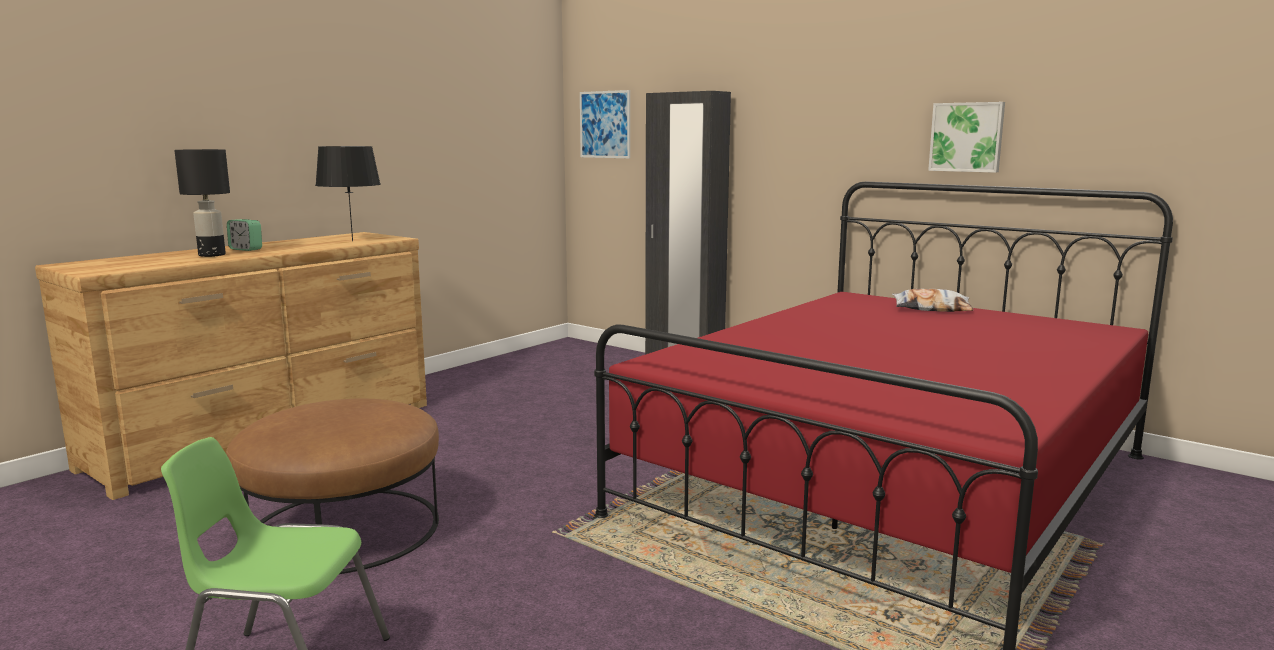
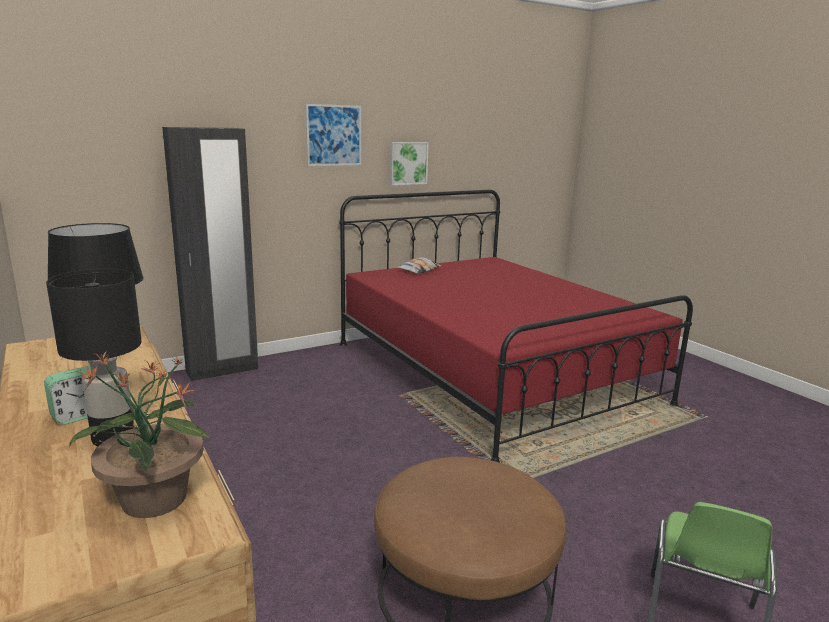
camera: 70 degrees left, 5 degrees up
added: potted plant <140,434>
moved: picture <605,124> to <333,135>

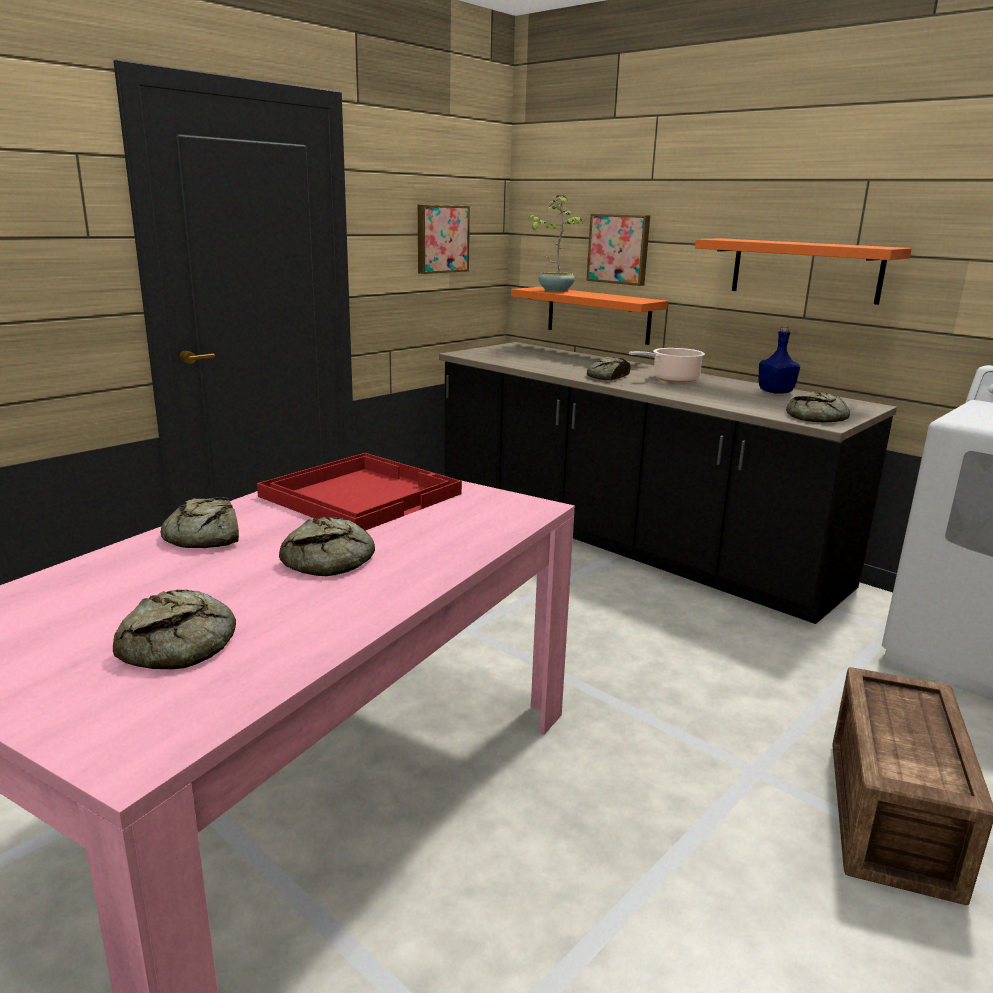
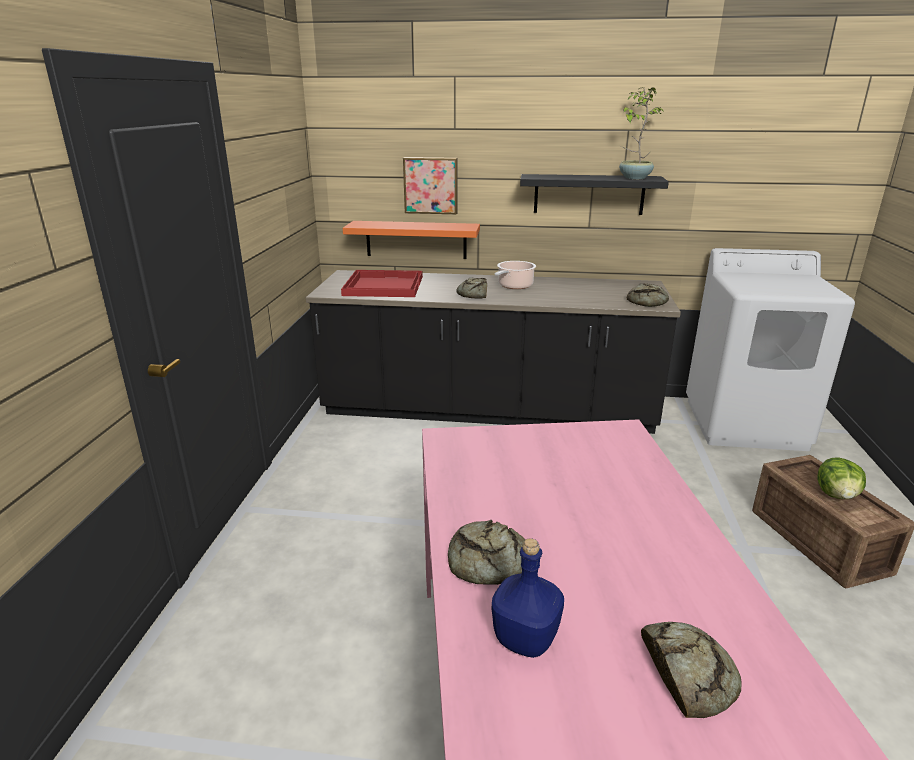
camera: 35 degrees left, 5 degrees up
removed: picture <444,239>; bread <327,546>
added: lettuce <841,478>
moved: potted plant <554,243> to <641,133>; bottle in blue <779,360> to <528,598>; tray in red <359,492> to <382,283>
recoloured: shelf in orange <803,271> to shelf in black <594,194>

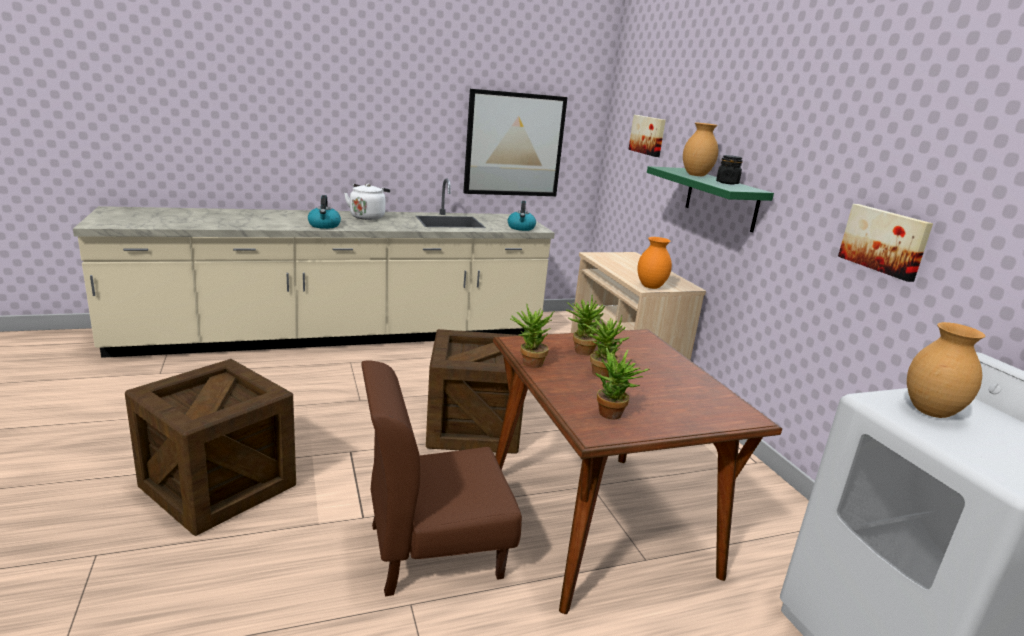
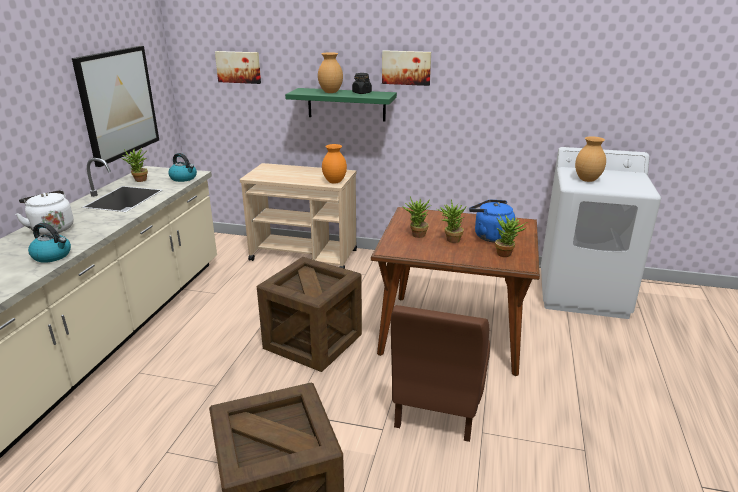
camera: 55 degrees left, 5 degrees up
added: kettle in blue <492,221>
moved: picture <885,243> to <406,68>; potted plant <532,335> to <134,164>

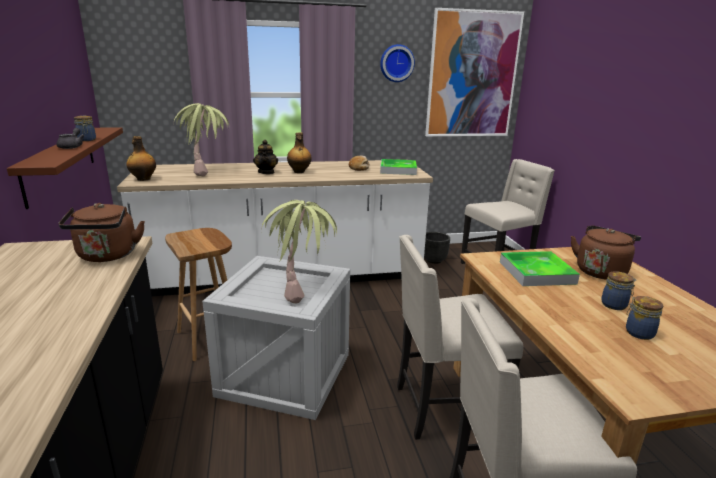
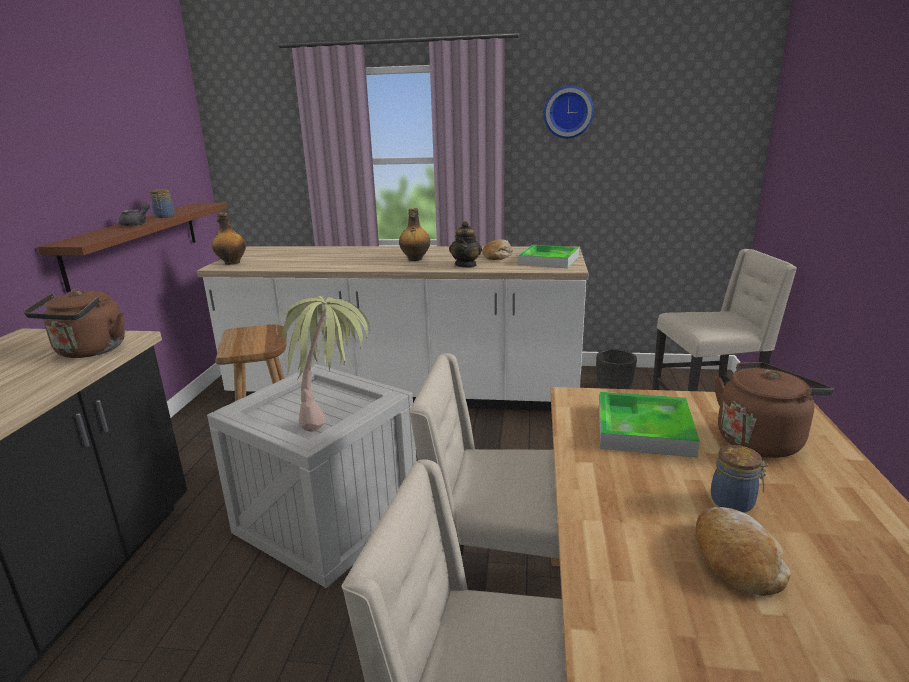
camera: 20 degrees right, 0 degrees up
removed: picture <474,72>; potted plant <201,139>
moved: teapot <265,157> to <465,244>
replaced: jar <644,318> to bread <743,551>

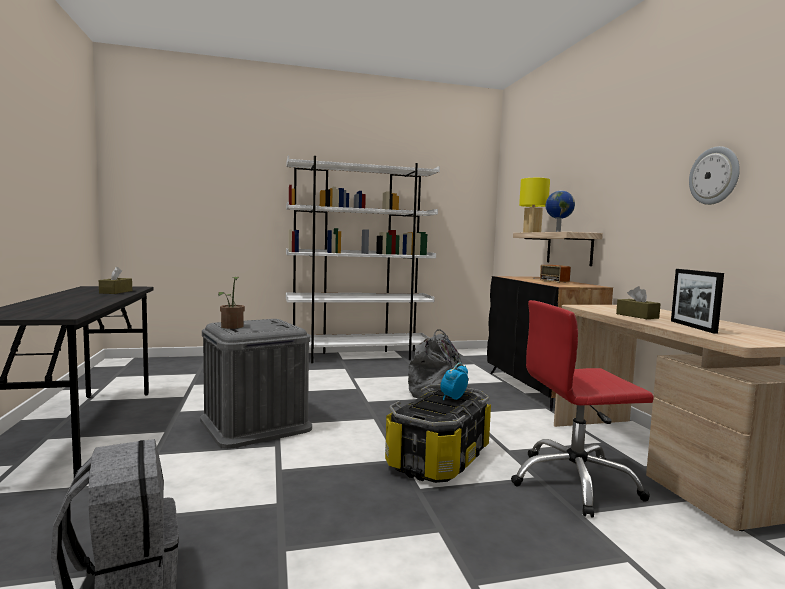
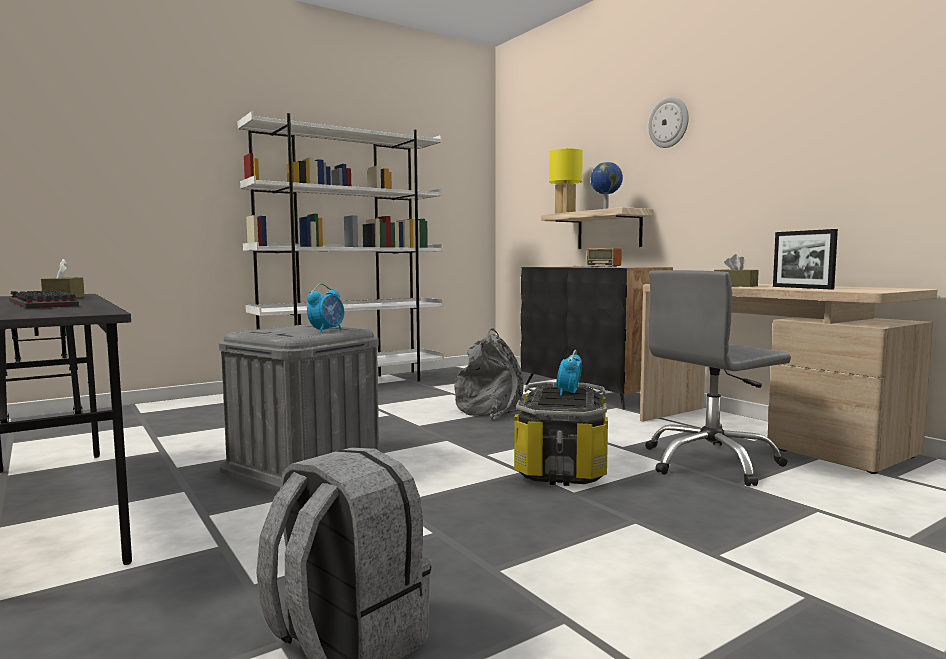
camera: 20 degrees left, 0 degrees up
removed: potted plant <231,303>
added: alarm clock <325,308>; keyboard <44,299>
moved: wall clock <714,175> to <669,122>
recoloured: office chair in red <582,408> to office chair in grey <718,378>

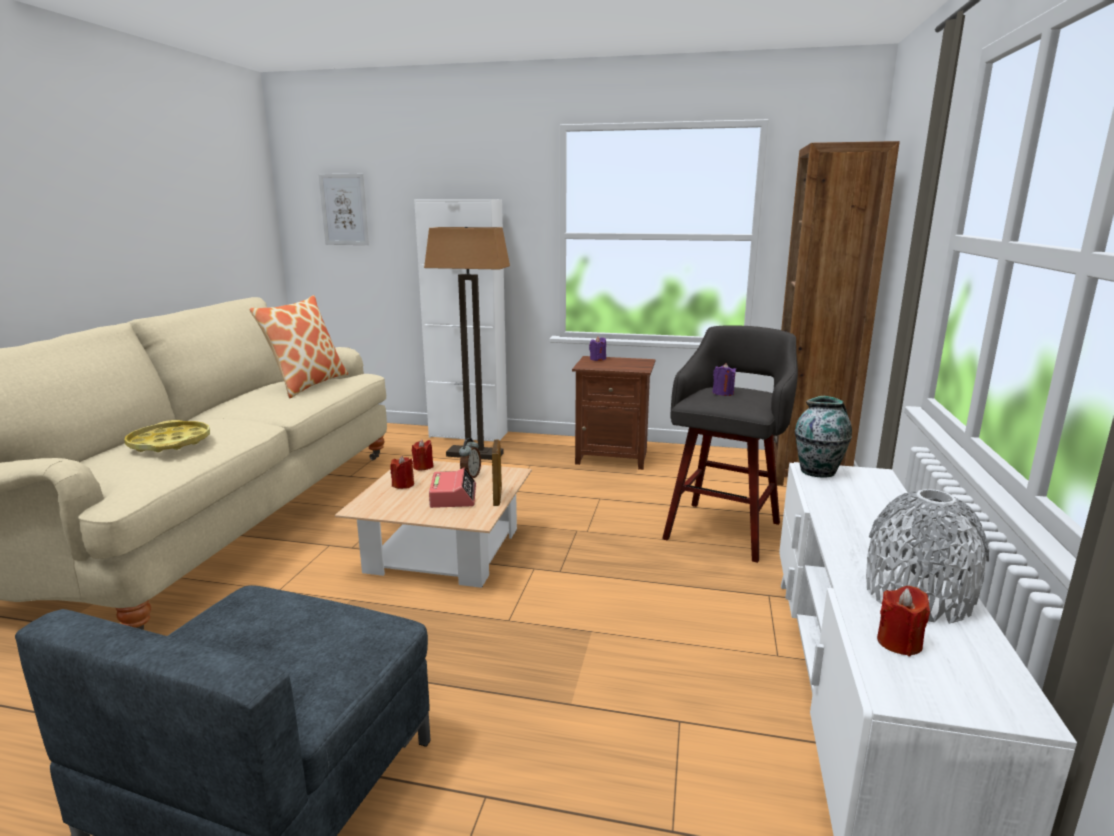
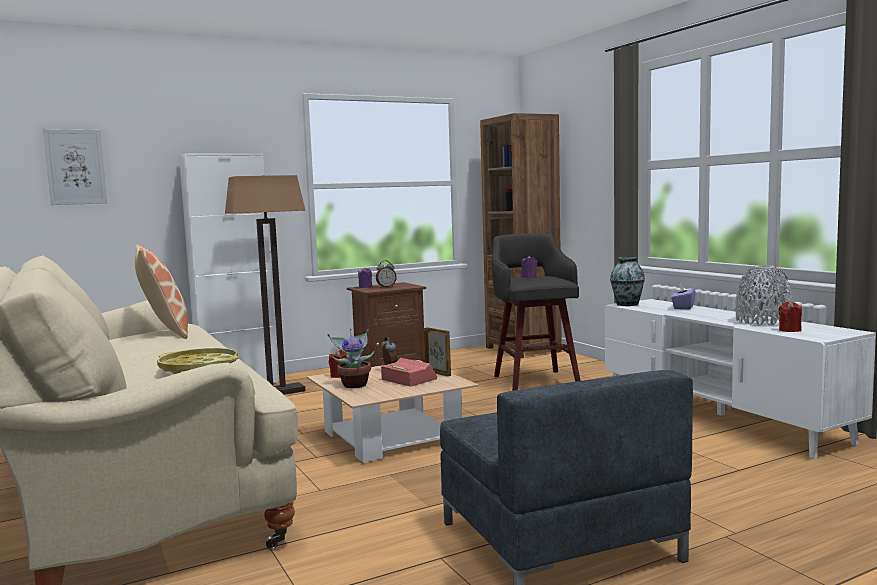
camera: 40 degrees left, 10 degrees down
added: alarm clock <386,274>; tissue box in purple <683,295>
replaced: candle in red <402,472> to potted plant <351,358>

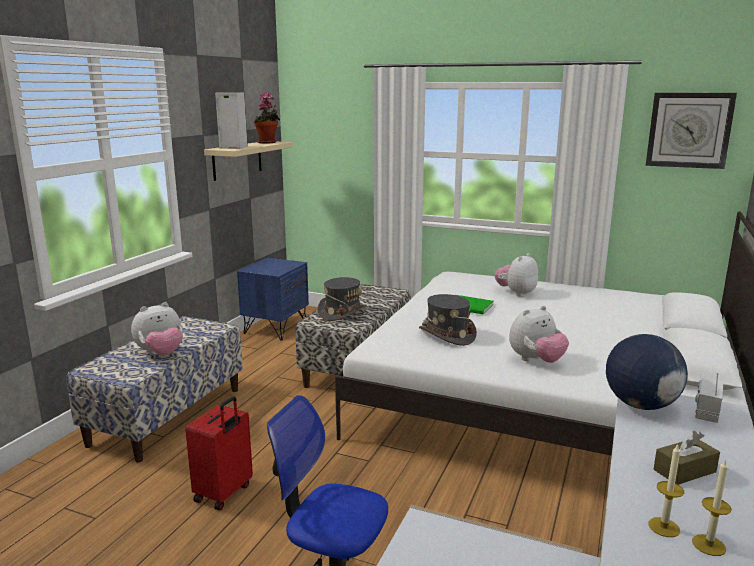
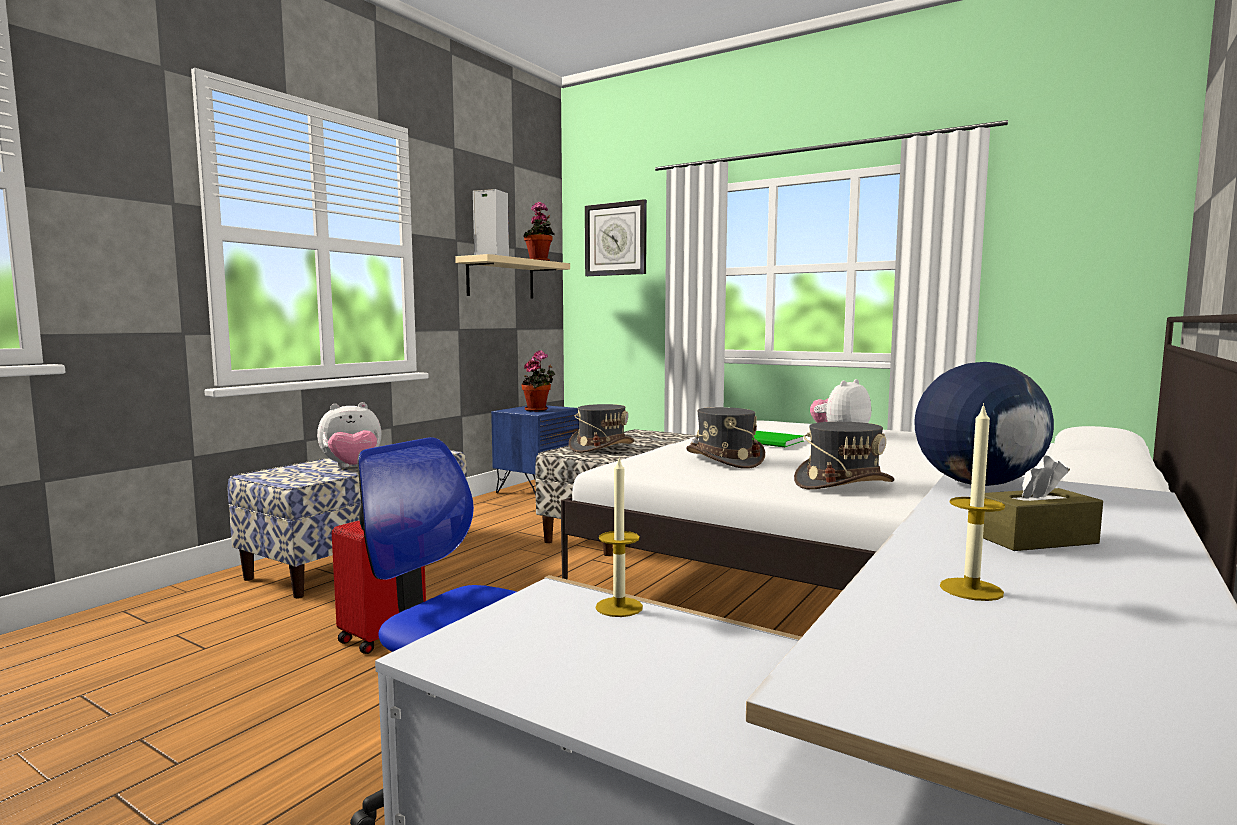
camera: 10 degrees right, 10 degrees down
removed: radio <709,398>
added: potted plant <538,381>
moved: wall clock <691,130> to <616,237>; candle <712,507> to <619,536>
replaced: plush toy <539,334> to hat in grey <844,455>

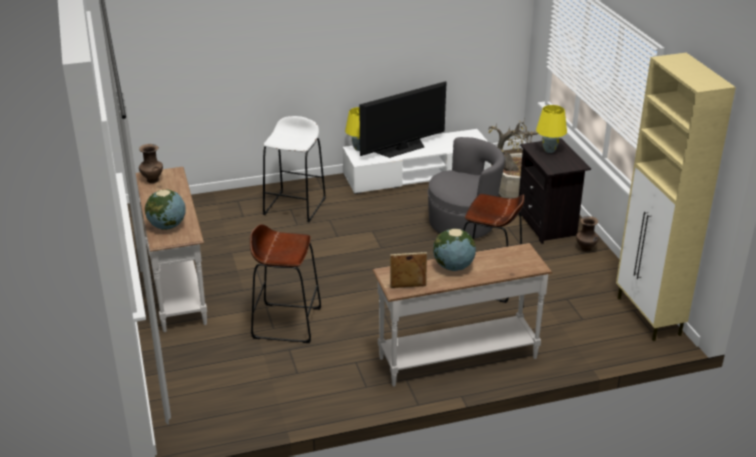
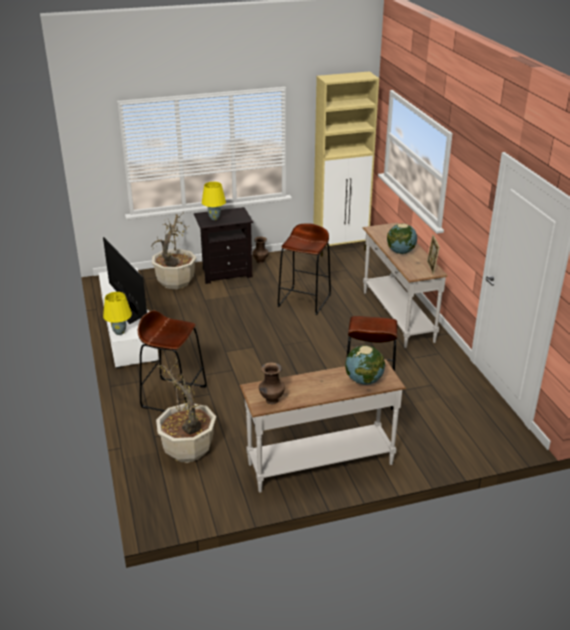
camera: 90 degrees left, 0 degrees up
removed: armchair in grey <466,188>
added: potted plant <186,409>
recoloured: stool in white <294,169> to stool in brown <172,361>

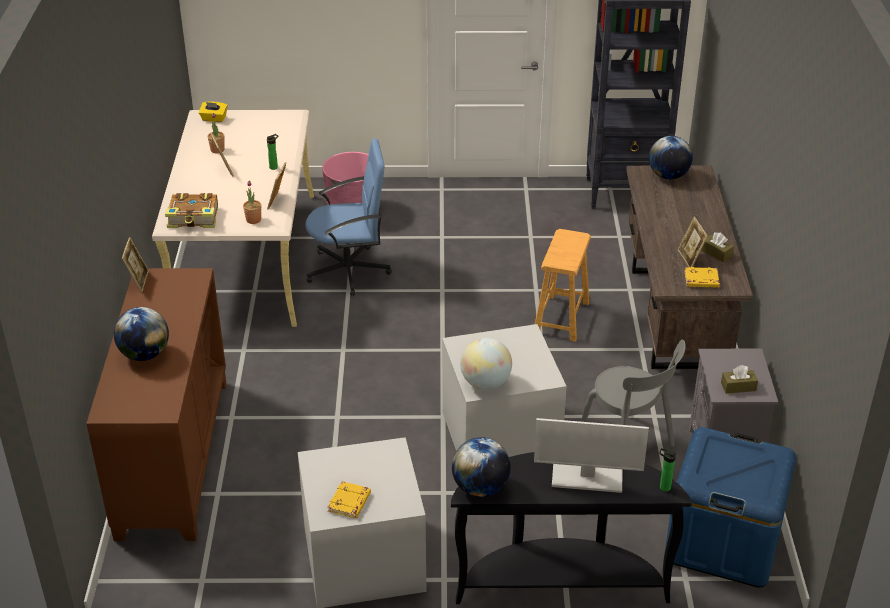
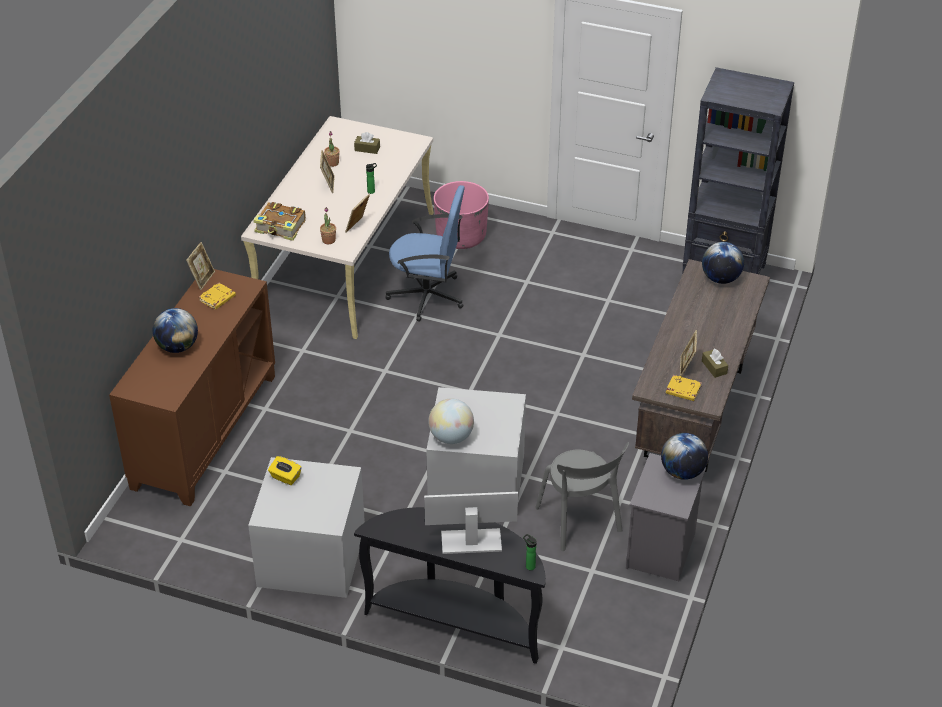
camera: 20 degrees right, 5 degrees up
removed: stool in brown <563,285>; storage box in blue <730,507>
moved: tissue box in yellow <213,111> to <285,470>; tissue box in brown <739,379> to <367,143>; globe <481,467> to <684,456>; book in yellow <349,499> to <217,296>
turned: monitor <591,455> = <471,523> 150 degrees clockwise

